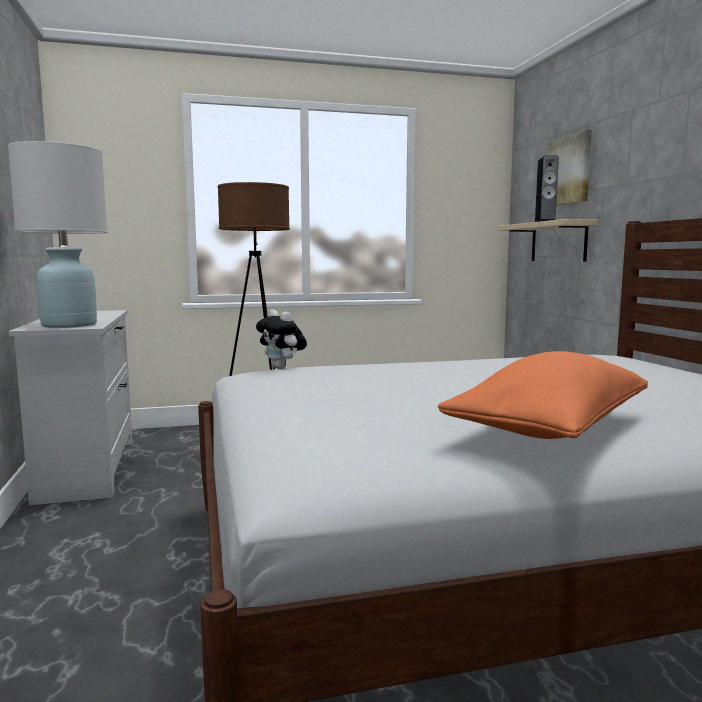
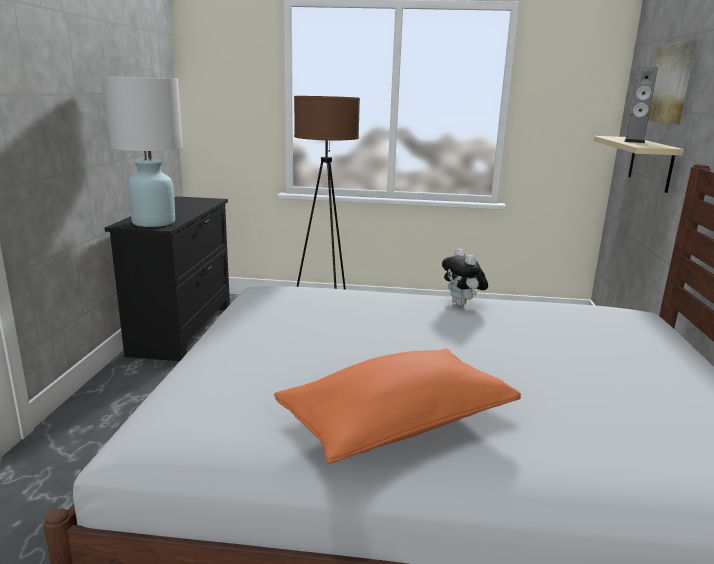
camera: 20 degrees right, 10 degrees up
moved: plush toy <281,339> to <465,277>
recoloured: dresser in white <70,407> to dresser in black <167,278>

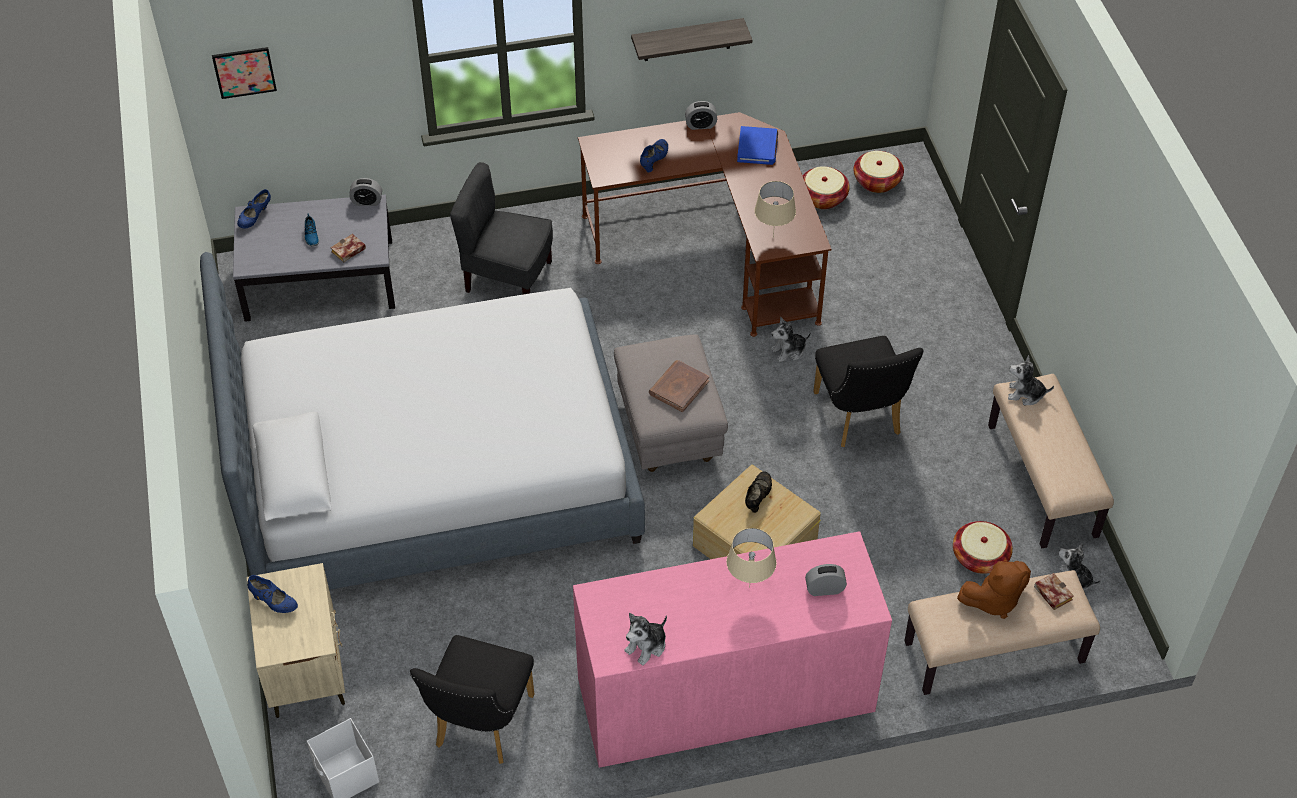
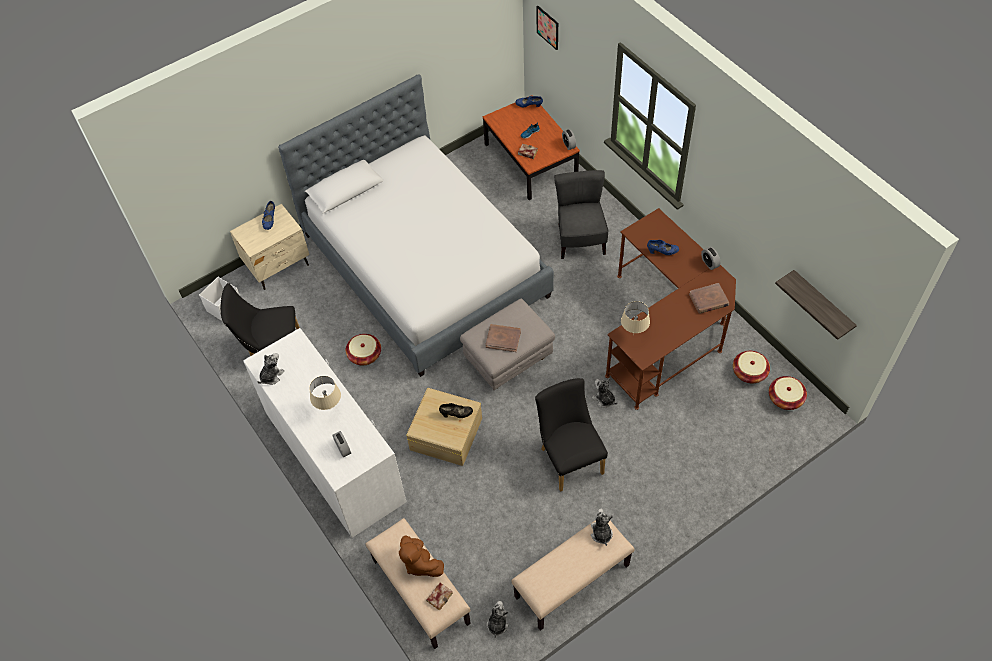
camera: 70 degrees right, 5 degrees up
moved: shelf <691,39> to <816,305>; basket <983,547> to <363,349>
recoloured: book in blue <757,145> to book in brown <709,298>; coffee table in grey <314,258> to coffee table in brown <531,147>; dresser in pink <732,649> to dresser in white <325,433>
turned: chair in black <868,391> = <571,435> 105 degrees clockwise; plush toy <645,639> = <271,369> 105 degrees clockwise

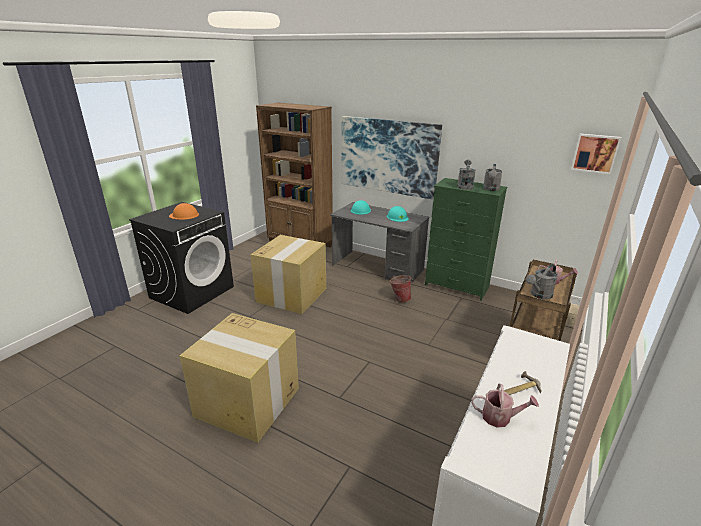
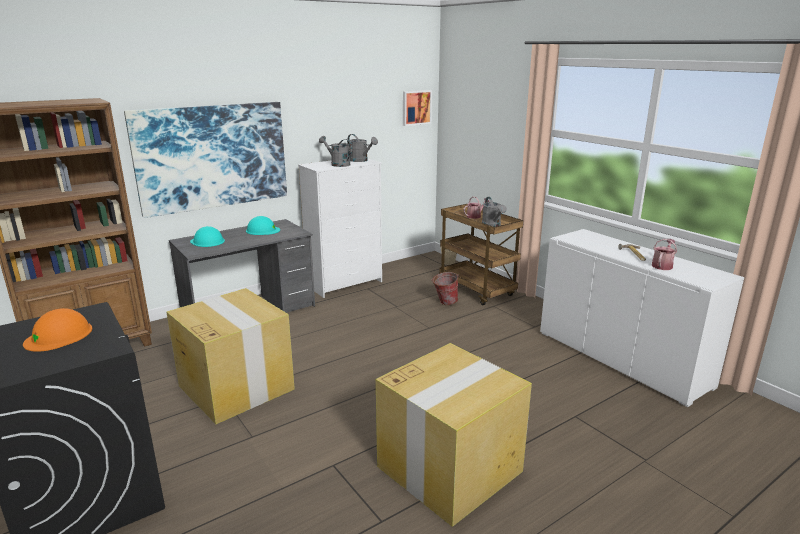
camera: 65 degrees left, 5 degrees down
moved: bucket <401,288> to <445,288>
recoloured: dresser in green <466,239> to dresser in white <340,228>

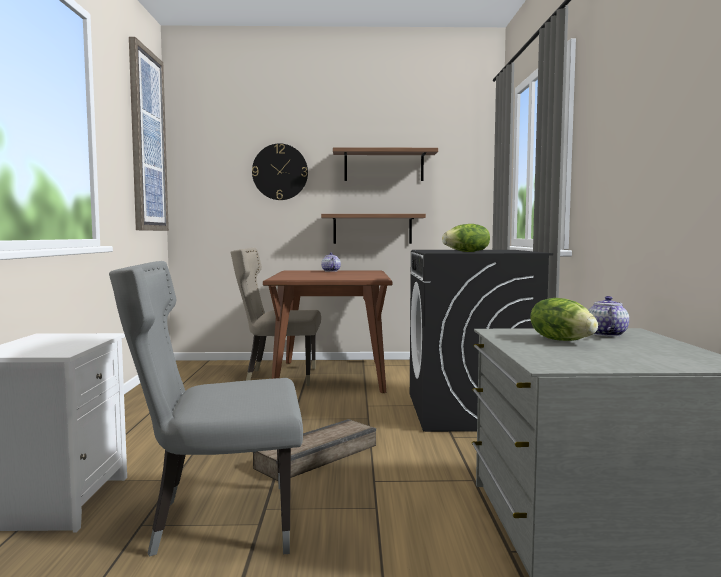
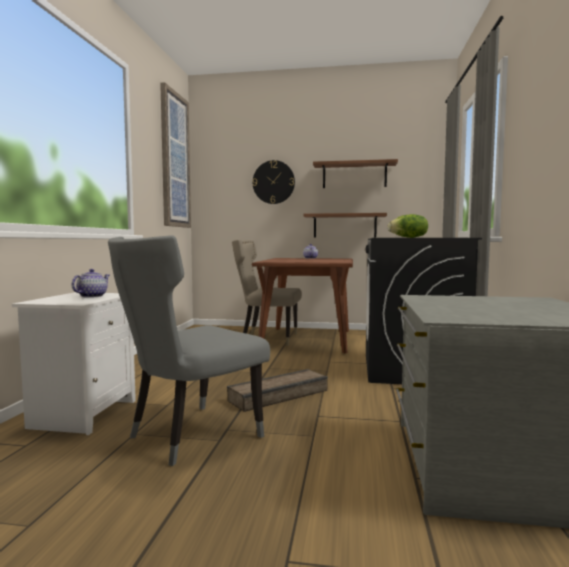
camera: 10 degrees right, 0 degrees up
removed: lettuce <564,319>
moved: teapot <608,316> to <90,283>
turned: chair in grey <206,409> = <189,350> 45 degrees counterclockwise

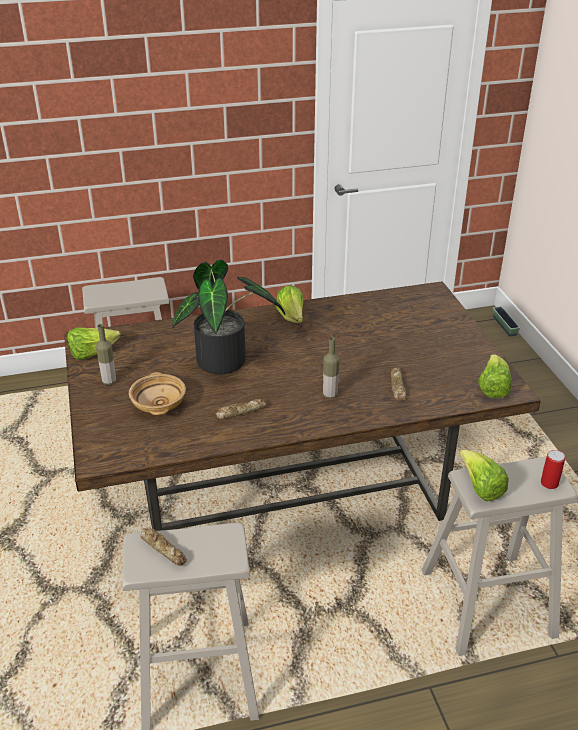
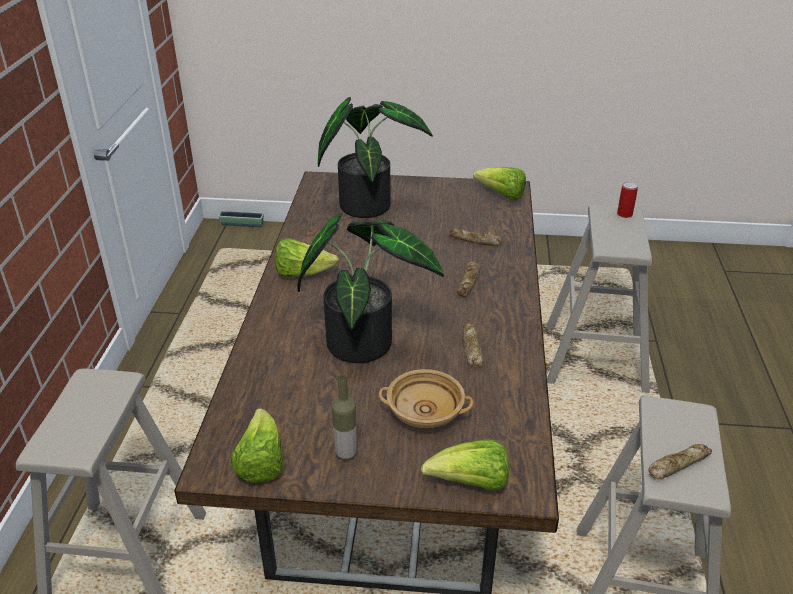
camera: 70 degrees left, 0 degrees up
added: potted plant <375,157>
moved: lettuce <484,476> to <465,465>
replaced: bottle <331,368> to bread <468,279>

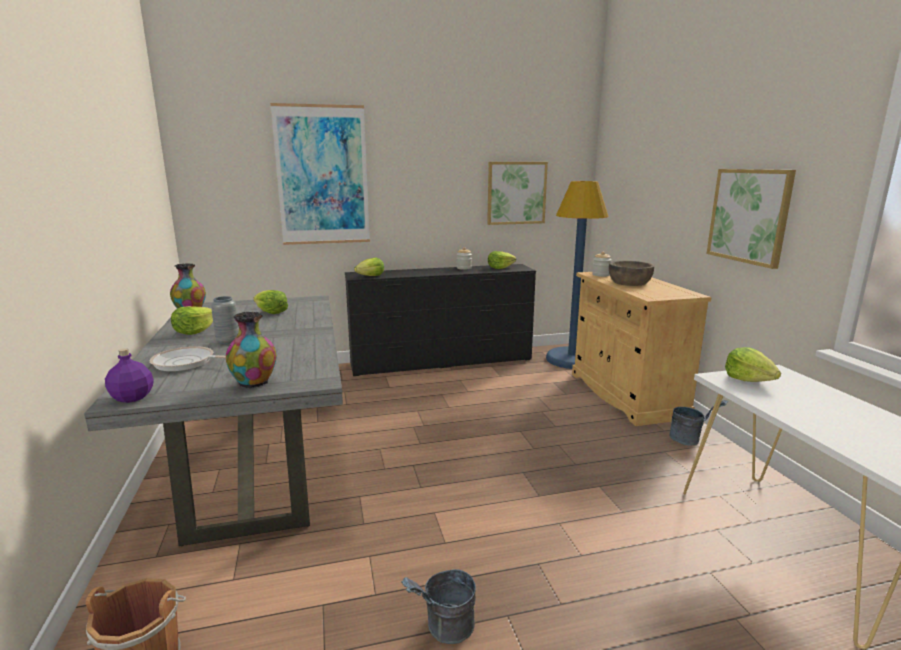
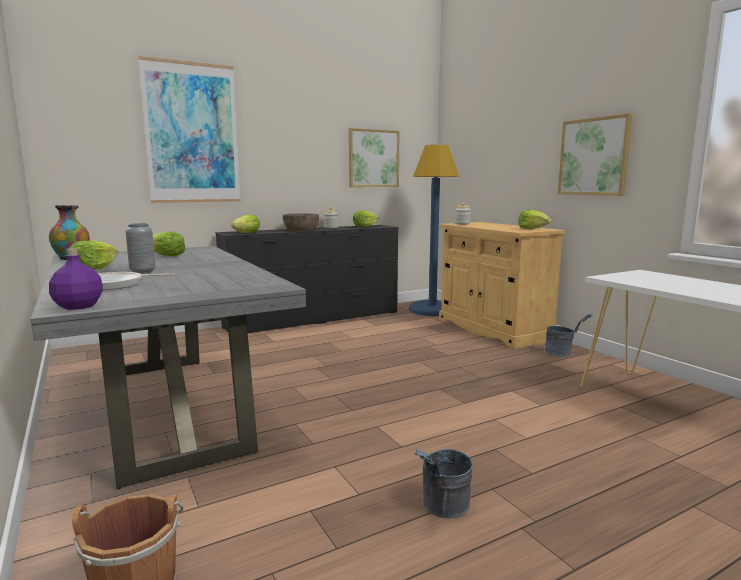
camera: 15 degrees left, 5 degrees down
removed: vase <251,350>
moved: bowl in brown <631,273> to <301,222>; lettuce <753,364> to <534,219>

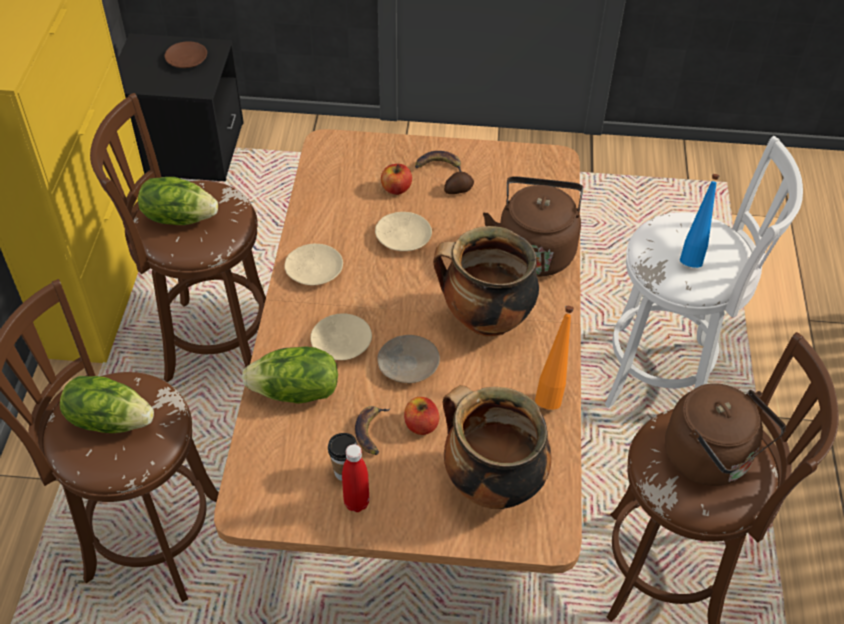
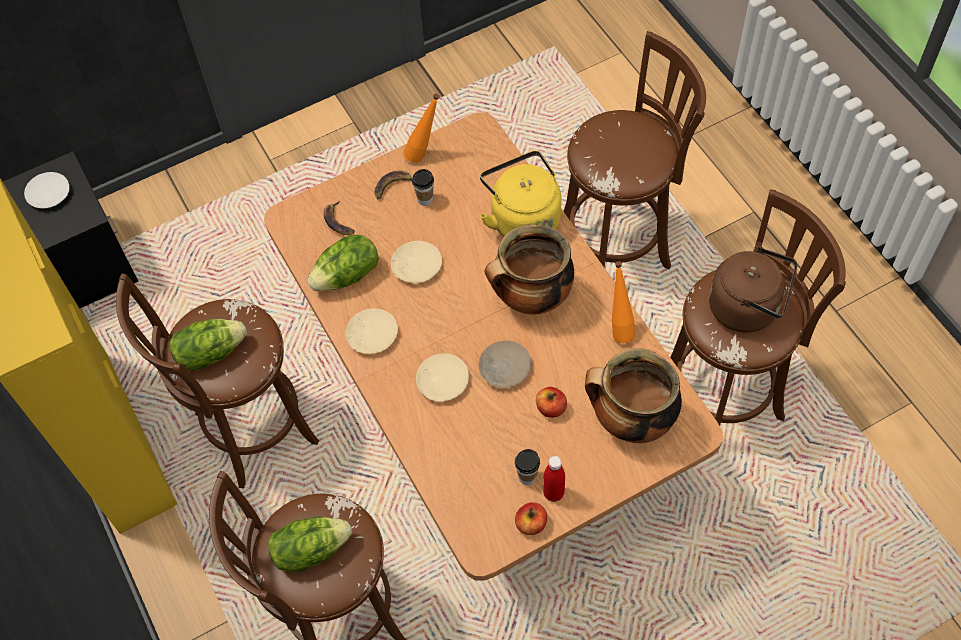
camera: 30 degrees left, 10 degrees up
removed: bottle in blue <699,221>
added: bottle in orange <421,128>
moved: apple <396,179> to <531,518>; lettuce <290,375> to <343,263>; banana <373,430> to <339,217>
replaced: potato <459,183> to cup <423,187>
recoloured: plate in brown <186,54> to plate in white <46,190>; stool in white <704,272> to stool in brown <634,150>; kettle in brown <533,226> to kettle in yellow <520,194>

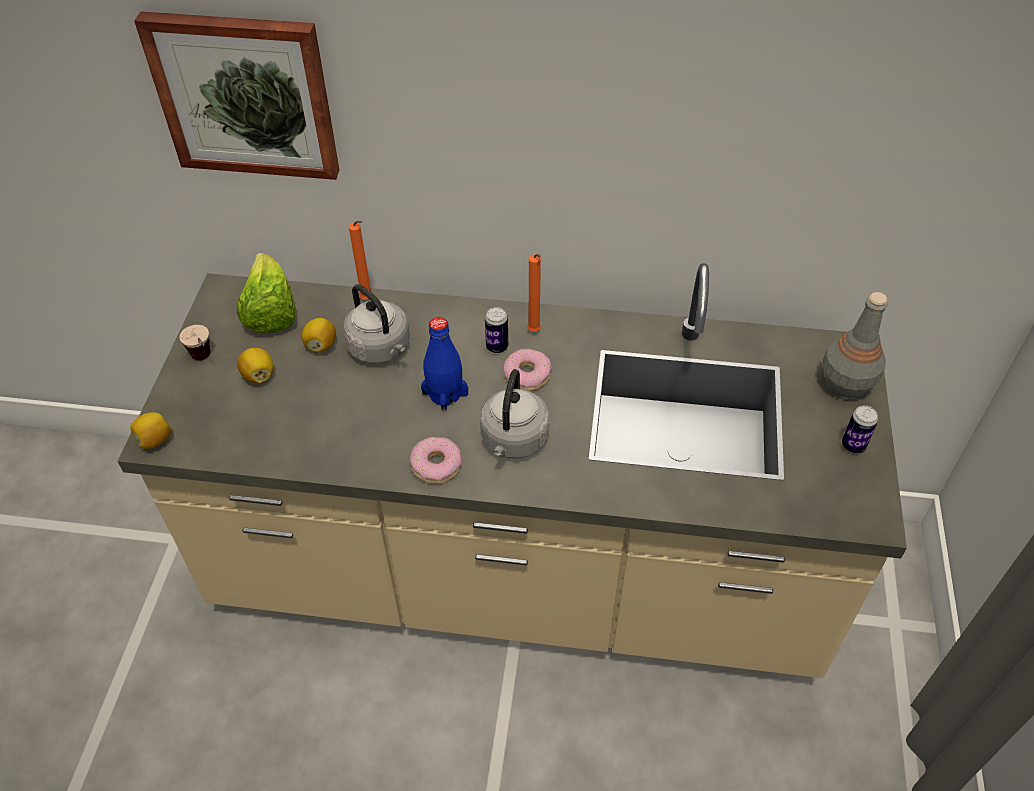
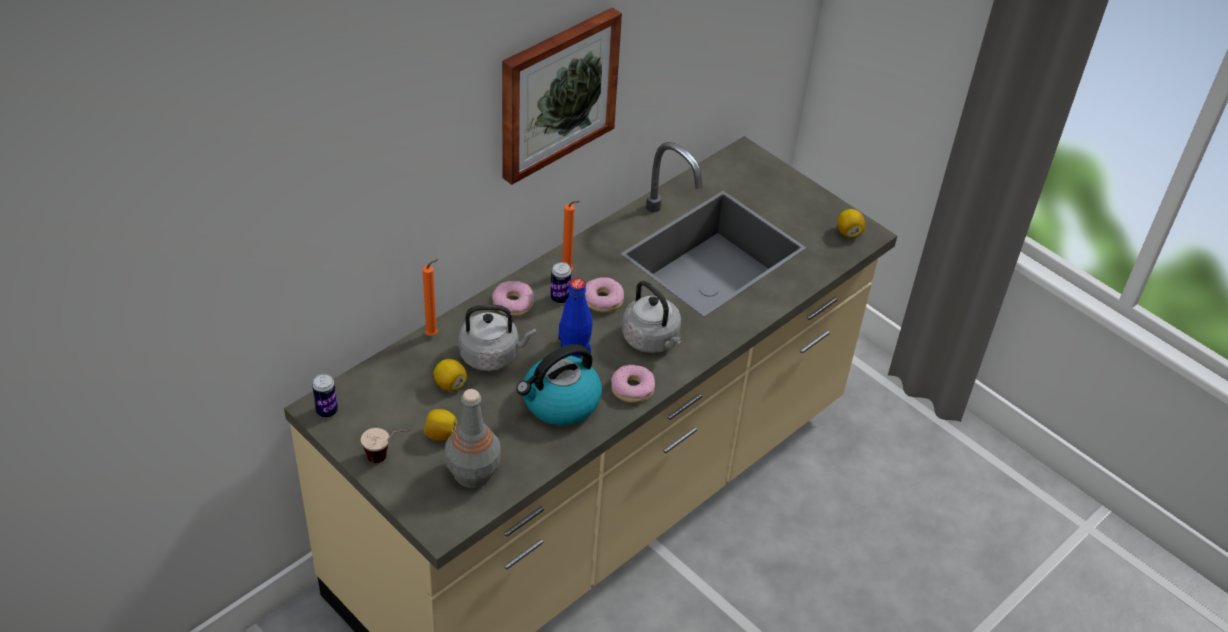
camera: 55 degrees left, 5 degrees down
removed: lettuce <266,293>
added: donut <513,298>; kettle <559,385>
moved: picture <236,96> to <562,96>; bottle in grey <855,346> to <473,438>; can <860,429> to <325,396>; lemon <151,430> to <851,223>

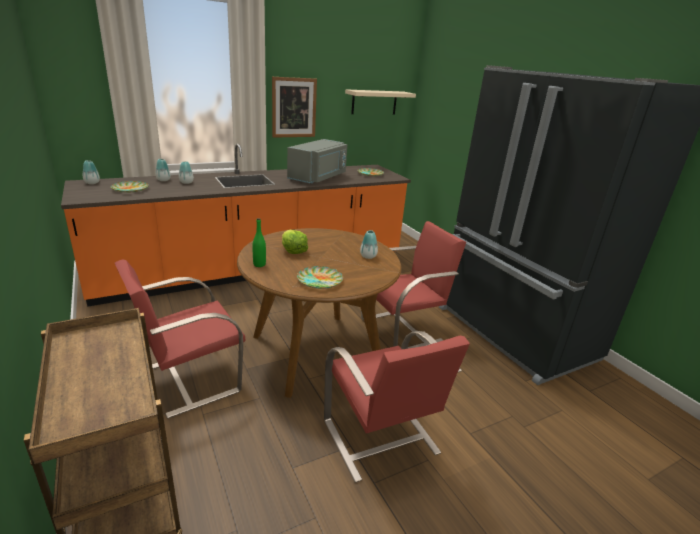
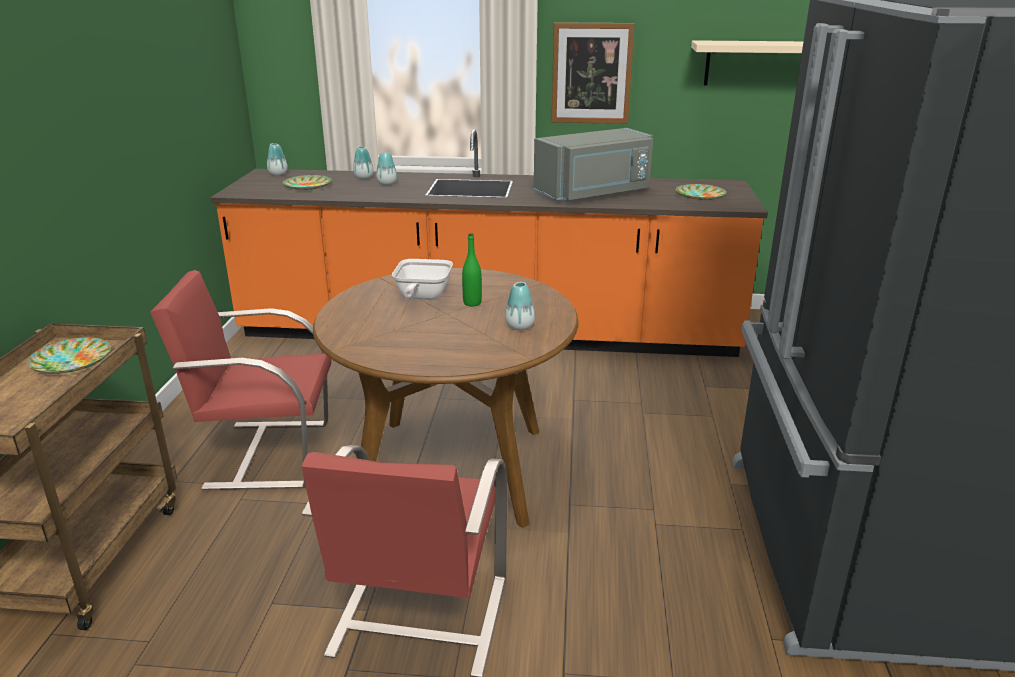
camera: 35 degrees right, 0 degrees up
removed: chair in red <413,285>
moved: bottle in green <259,242> to <472,269>; plate <320,277> to <69,355>
replaced: lettuce <295,242> to frying pan <422,279>

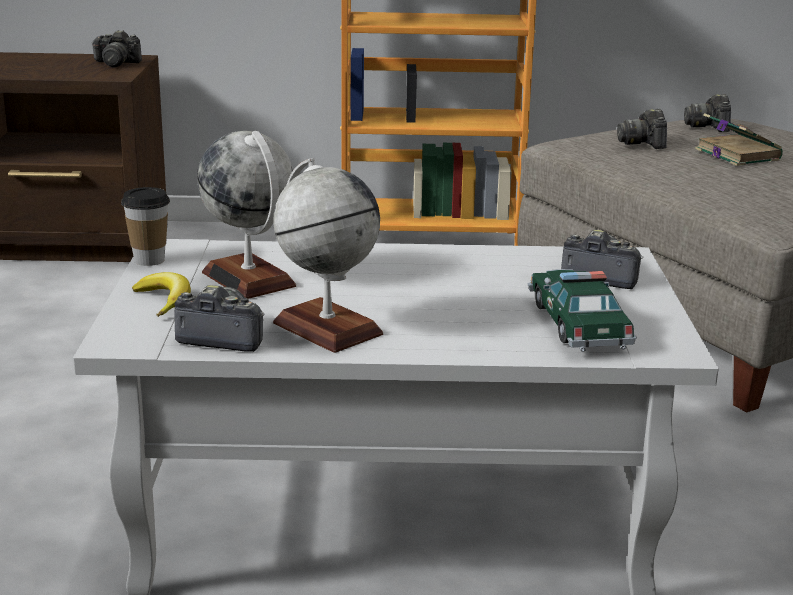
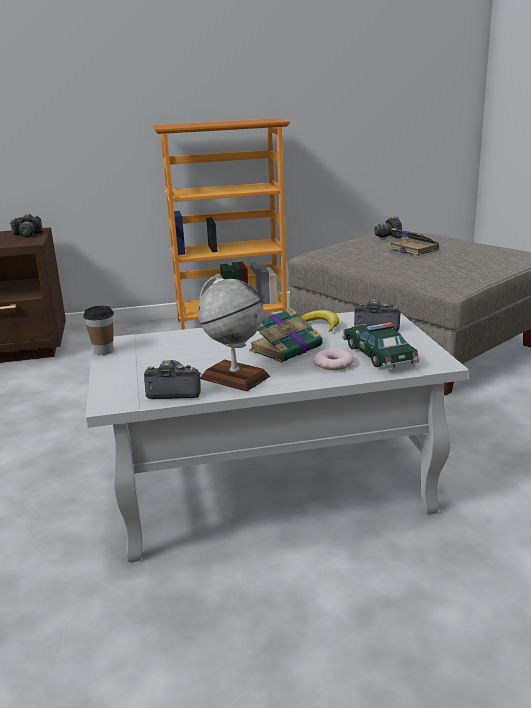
camera: 10 degrees left, 0 degrees up
removed: photo camera <642,129>; globe <246,215>
added: book <286,335>; donut <333,359>
moved: banana <161,294> to <320,321>

